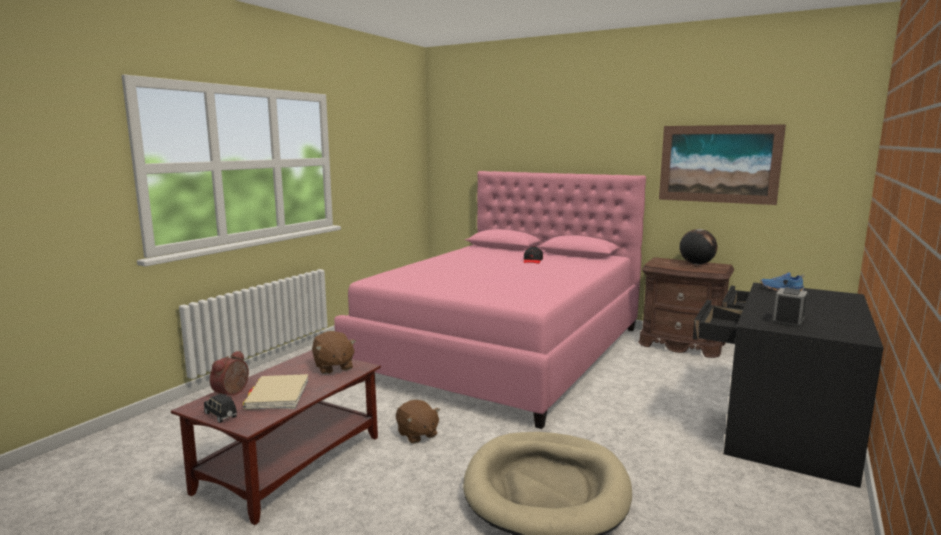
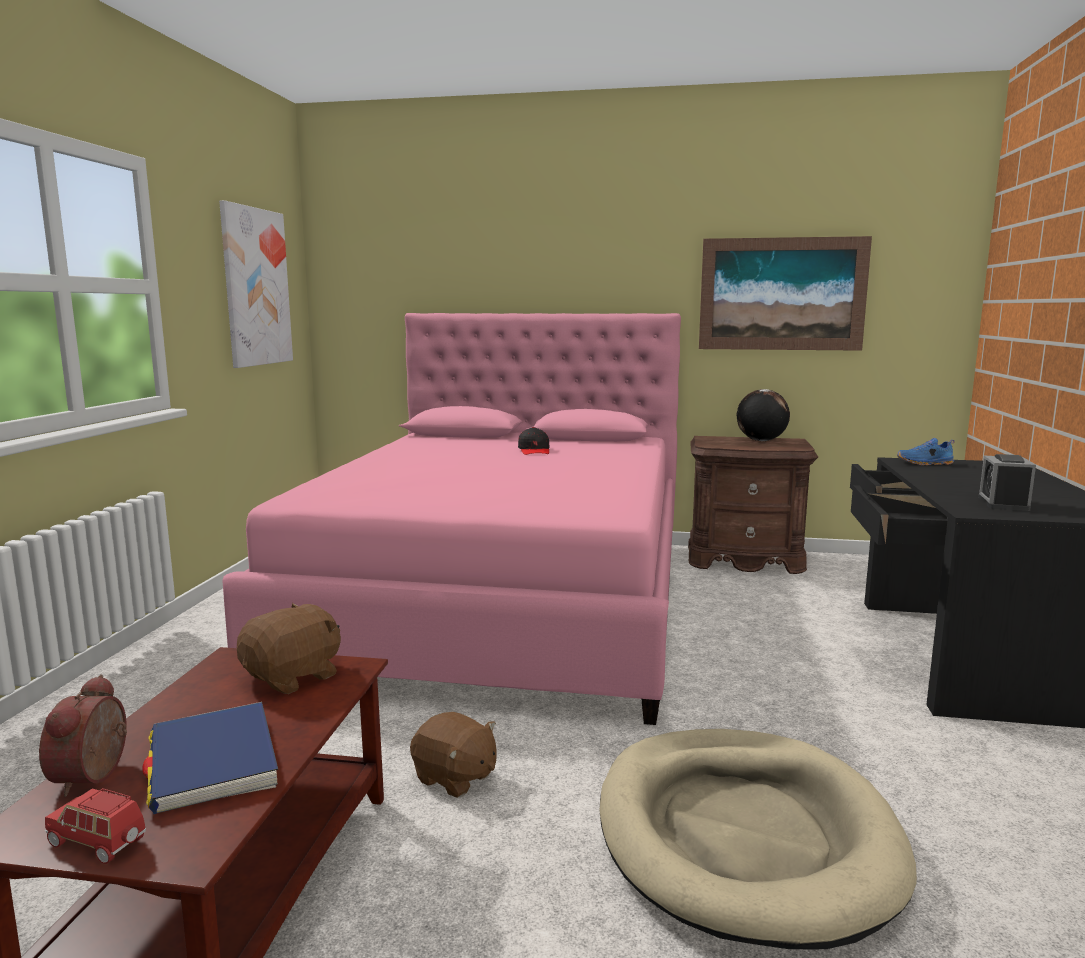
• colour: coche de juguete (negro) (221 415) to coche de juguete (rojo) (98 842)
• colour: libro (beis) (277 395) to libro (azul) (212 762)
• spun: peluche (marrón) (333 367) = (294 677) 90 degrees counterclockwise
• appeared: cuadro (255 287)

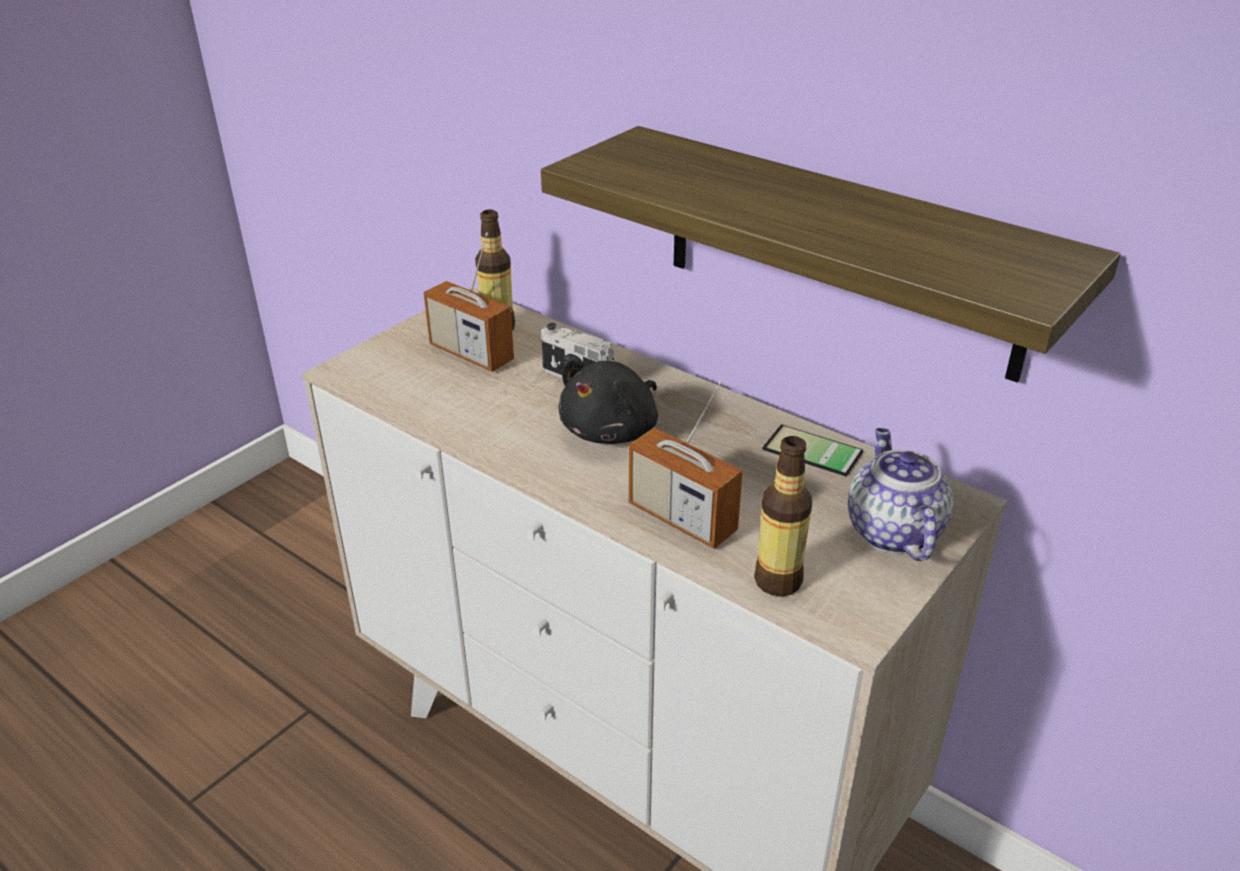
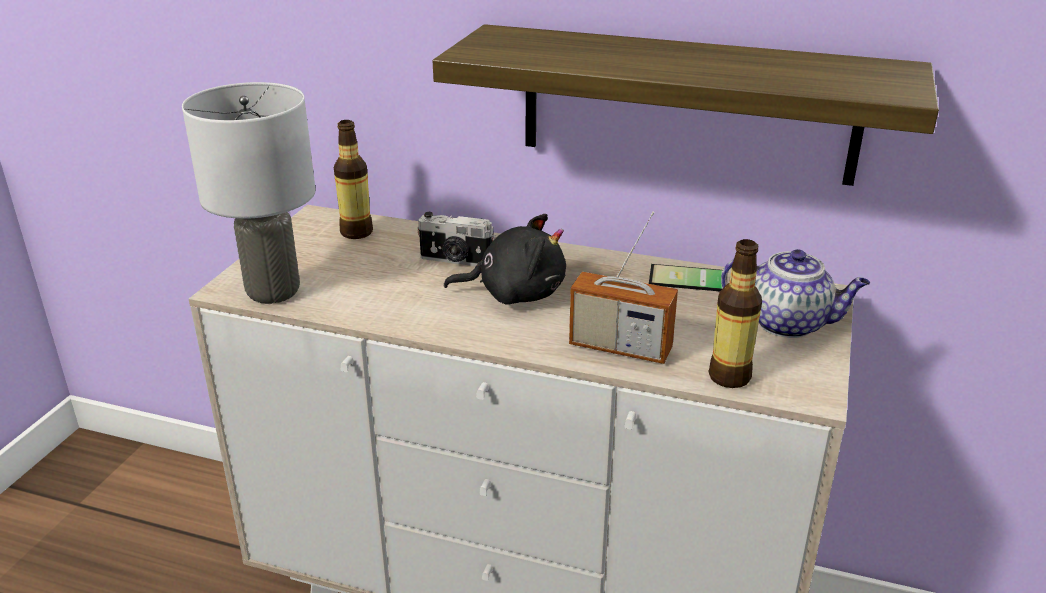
• missing: radio (471 353)
• spun: peluche (negro) (612 431) = (515 293) 105 degrees counterclockwise
• spun: tetera (891 531) = (788 323) 135 degrees clockwise
• appeared: lámpara de mesa (blanco) (272 294)

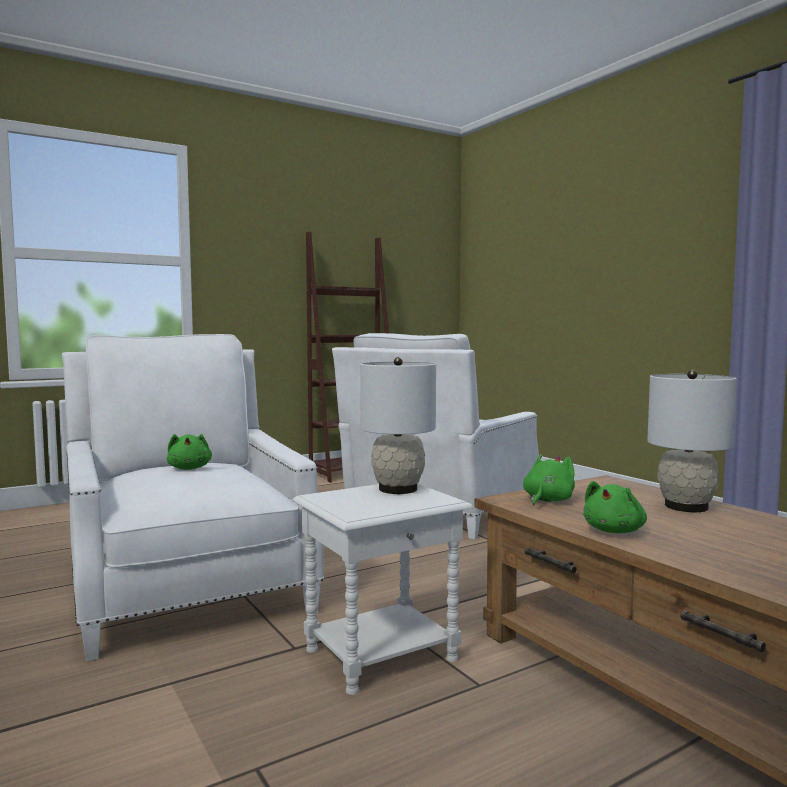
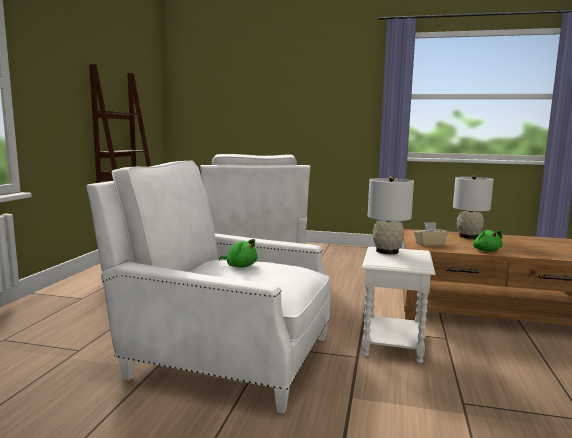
• exchanged: peluche (verde) (547 500) to caja de pañuelos (beis) (429 244)

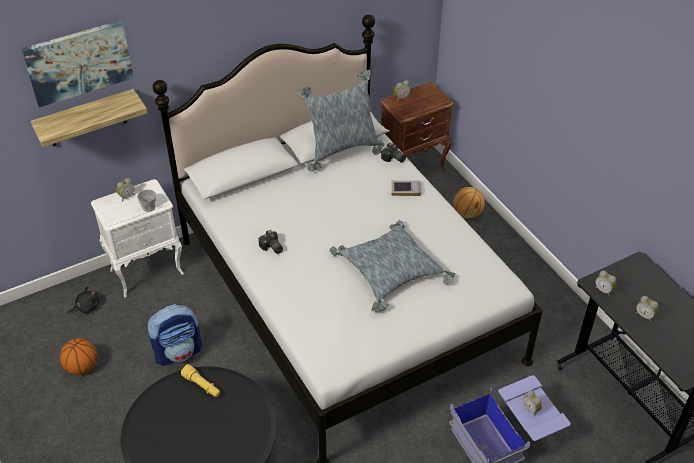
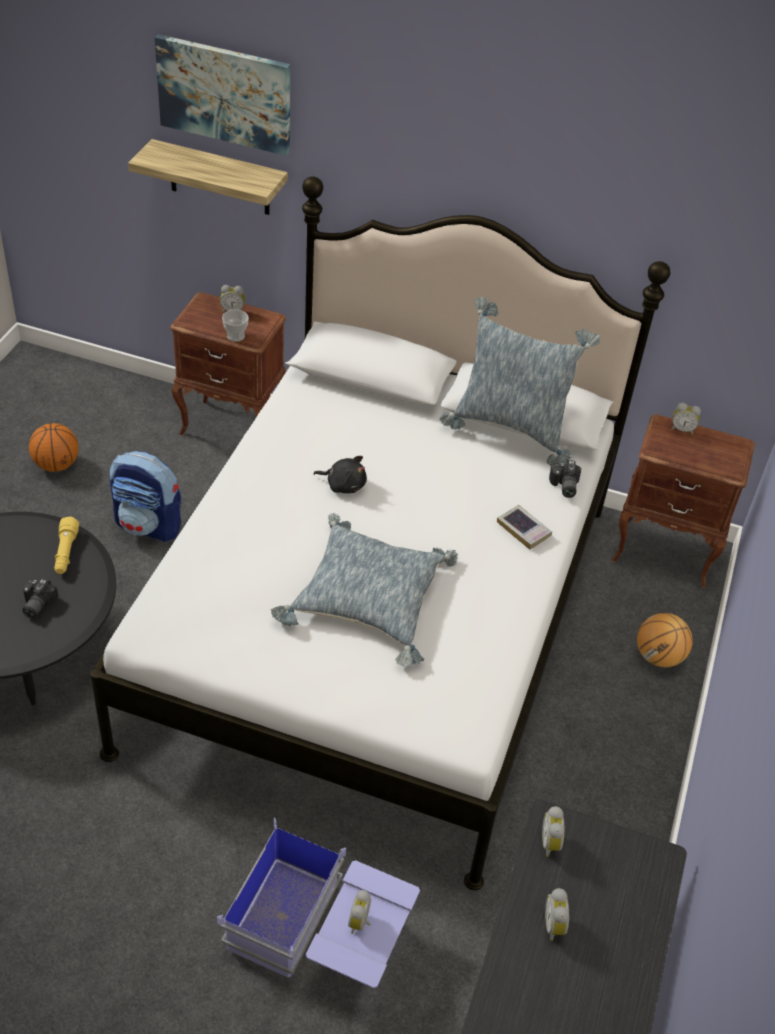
• relocated: peluche (negro) (86 307) to (343 485)
• colour: mesita de noche (blanco) (147 272) to mesita de noche (marrón) (232 428)
• relocated: cámara (271 248) to (35 605)

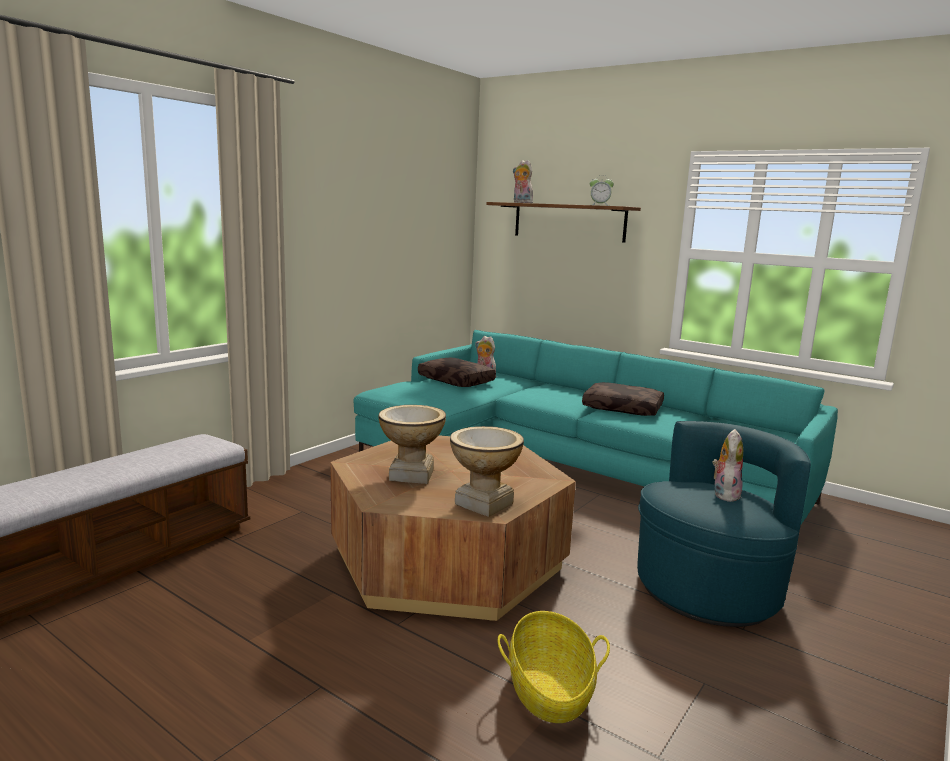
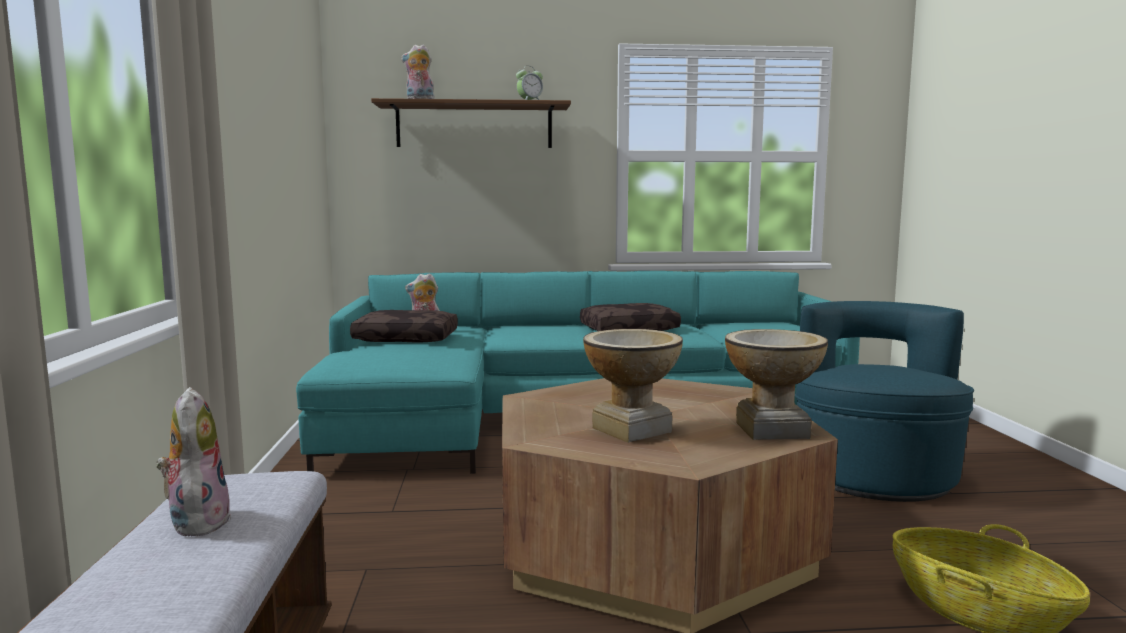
• relocated: peluche (724 494) to (197 522)

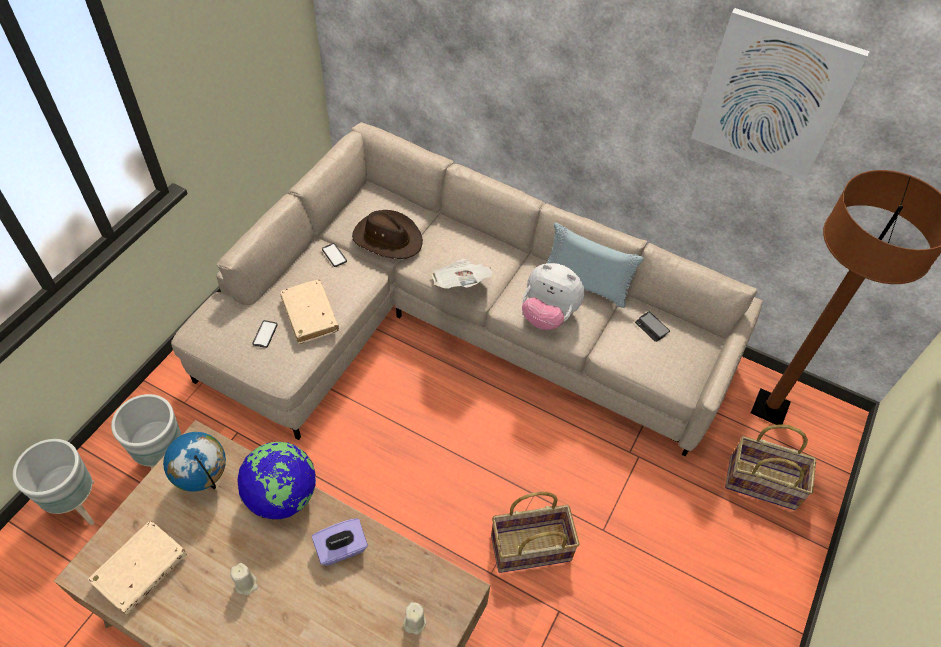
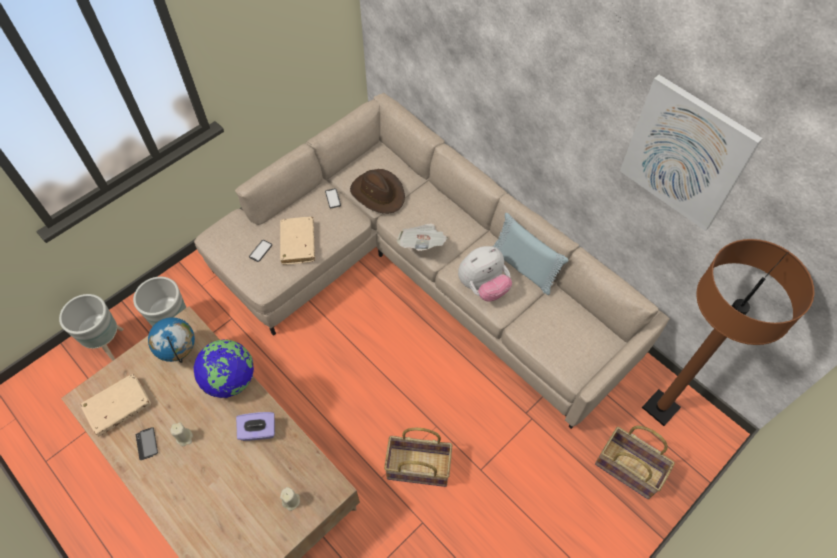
• spun: peluche (548 315) = (483 286) 75 degrees counterclockwise
• relocated: móvil (652 327) to (147 444)

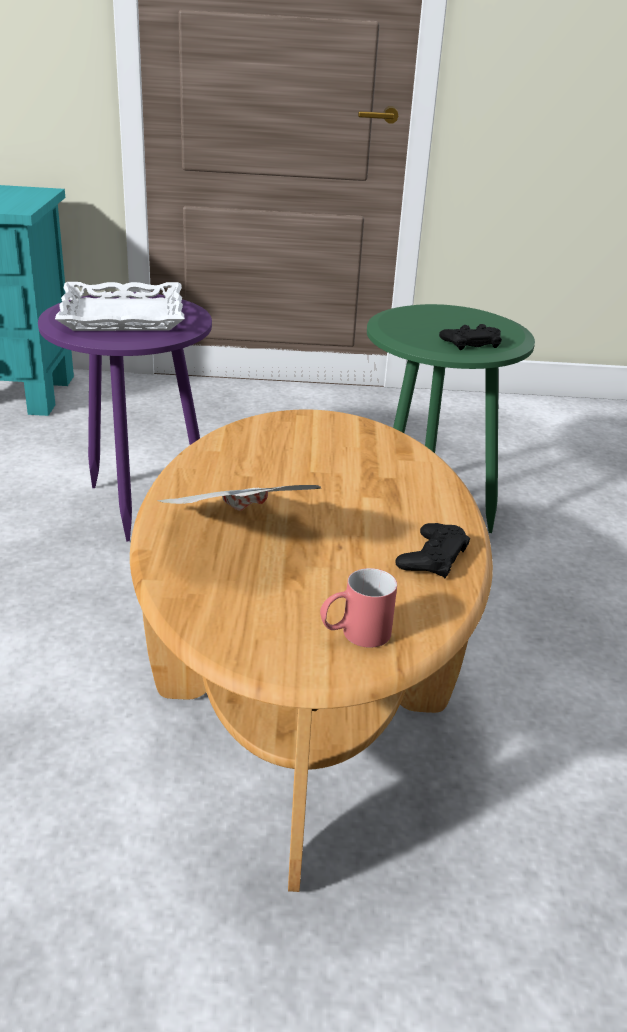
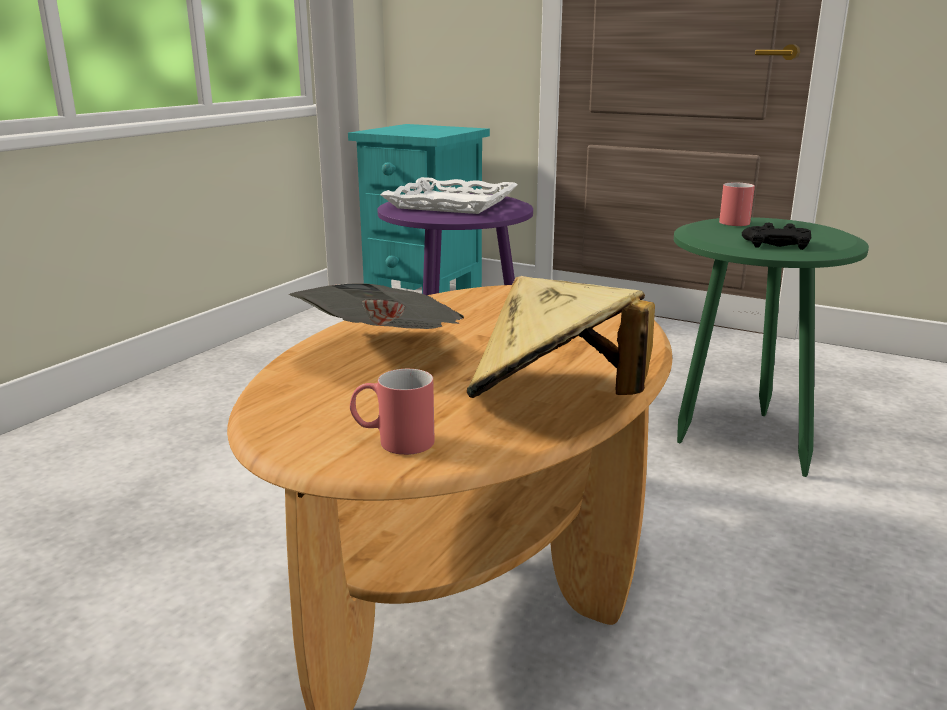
• exchanged: mando de consola (negro) (432 557) to sombrero (beis) (553 402)
• appeared: taza grande (rojo) (731 221)

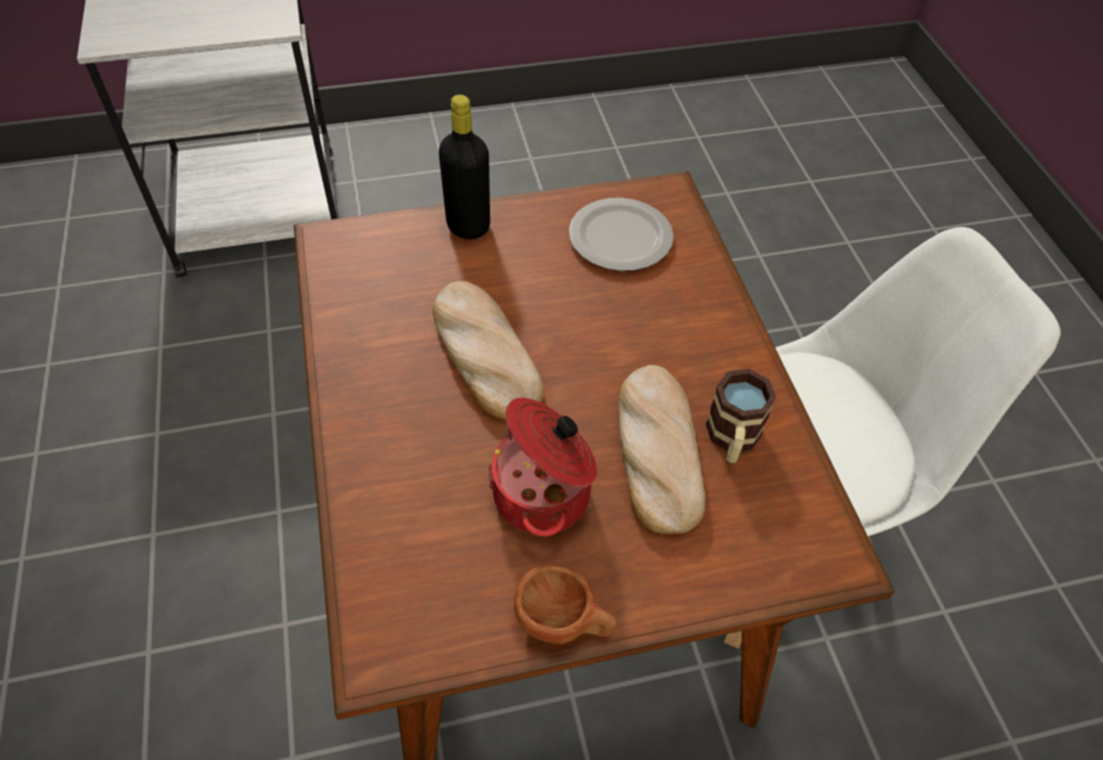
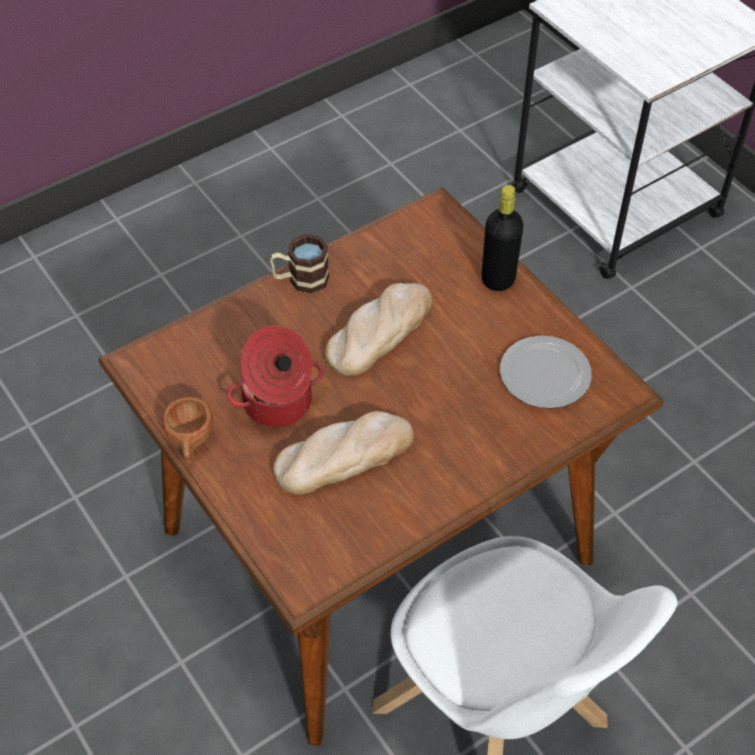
• relocated: taza grande (732 439) to (300 279)

